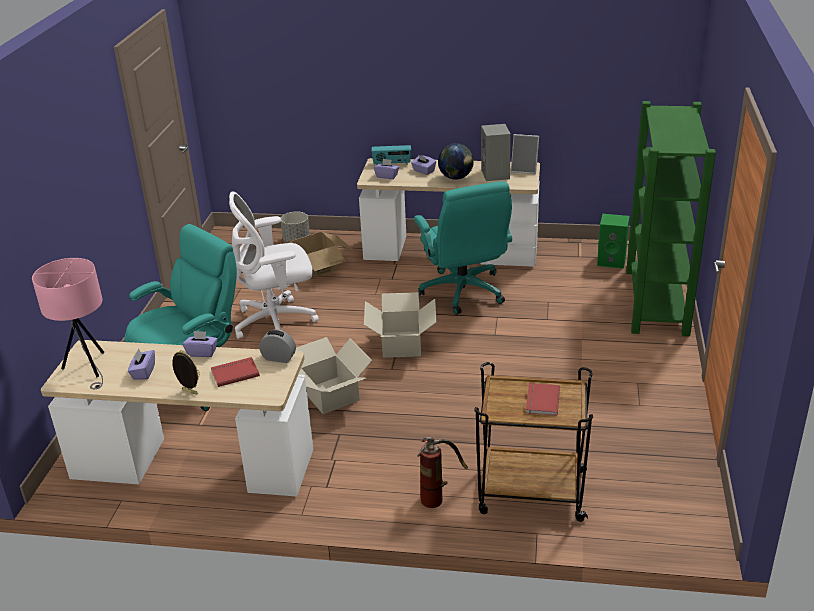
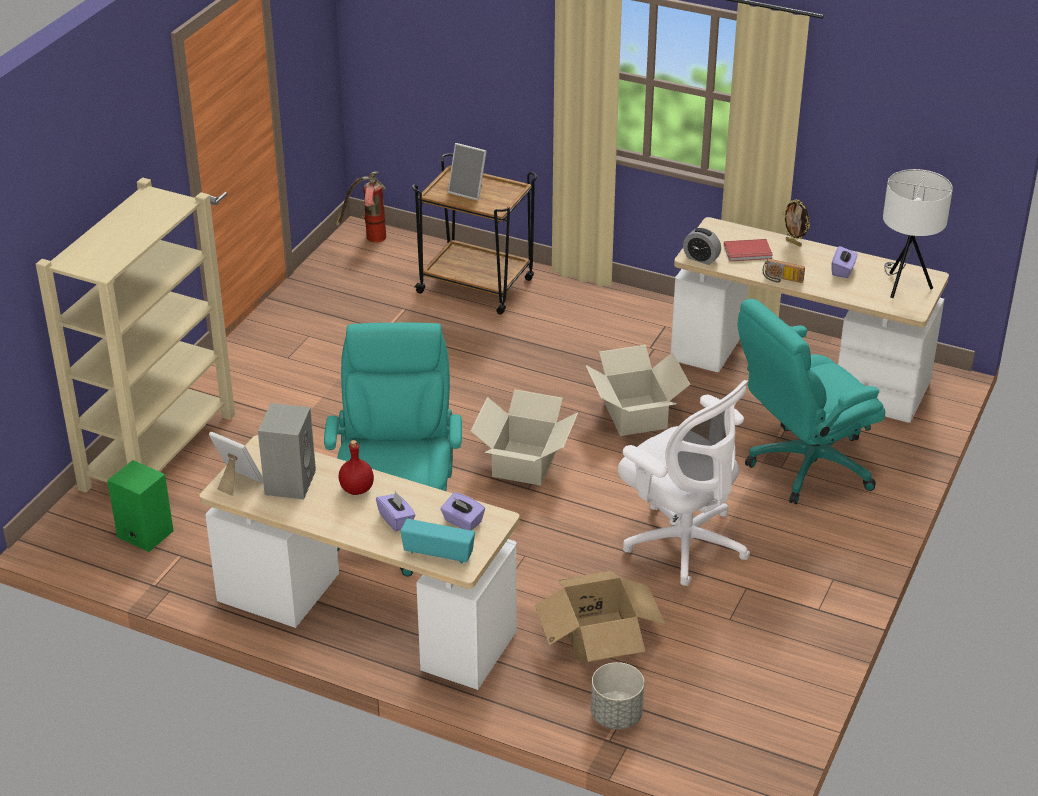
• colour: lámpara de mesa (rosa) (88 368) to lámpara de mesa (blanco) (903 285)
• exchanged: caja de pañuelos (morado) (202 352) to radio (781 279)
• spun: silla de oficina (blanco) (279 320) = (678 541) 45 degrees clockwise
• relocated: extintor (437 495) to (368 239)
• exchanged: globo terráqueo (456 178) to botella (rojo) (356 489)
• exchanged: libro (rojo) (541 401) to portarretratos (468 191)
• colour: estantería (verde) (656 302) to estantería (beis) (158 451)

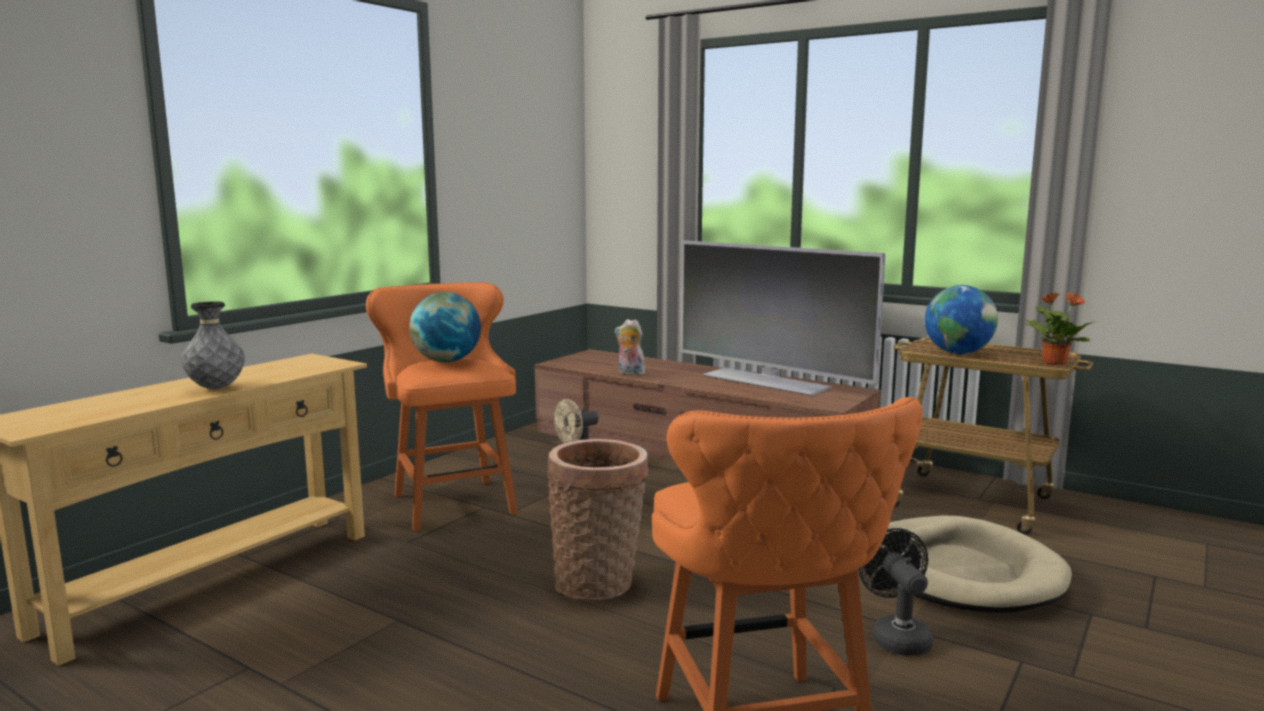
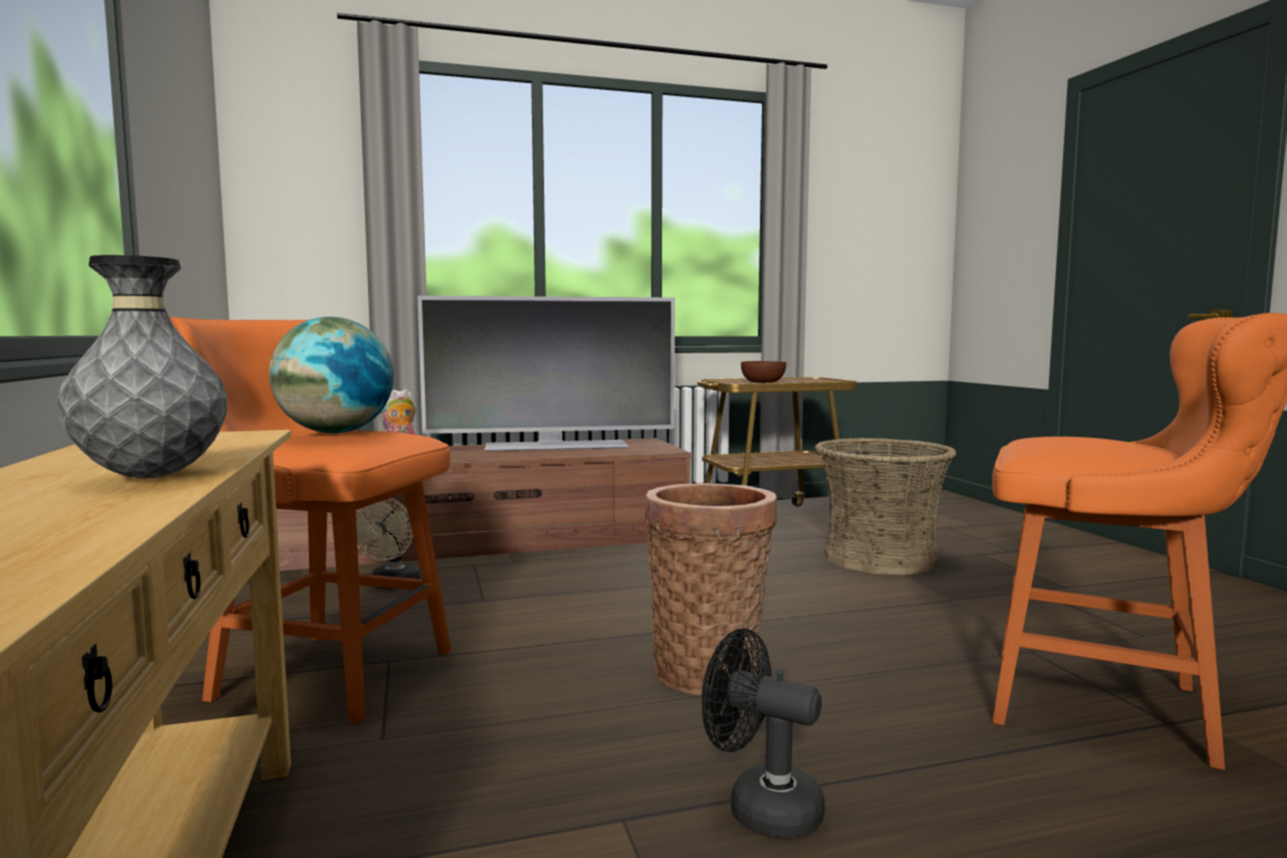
• relocated: ventilador (negro) (896 636) to (760 806)
• exchanged: cama para perro (beis) (959 572) to cesta (879 558)
• exchanged: globo terráqueo (958 353) to cuenco (marrón) (763 382)
• missing: planta en maceta (1053 363)

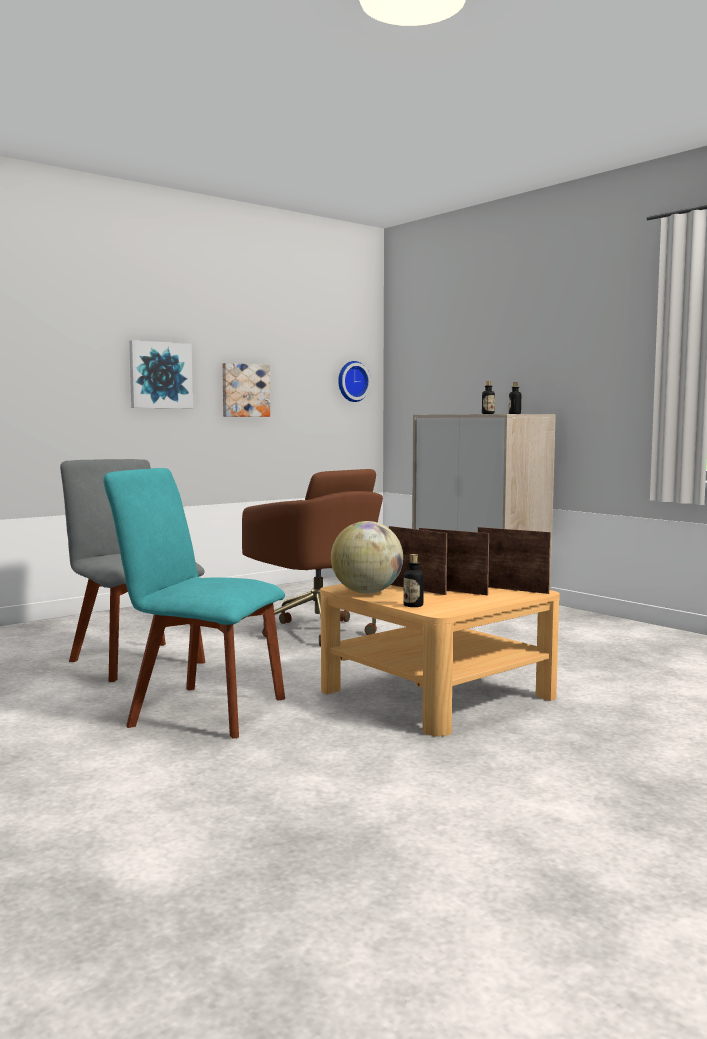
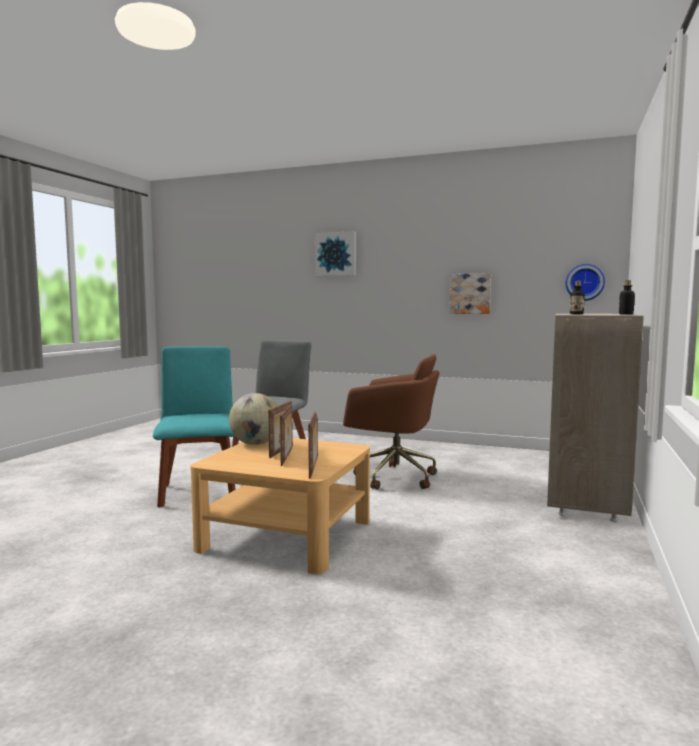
• relocated: cuadro (160 375) to (335 254)
• spun: silla de oficina (marrón) (314 631) = (391 478) 90 degrees counterclockwise
• missing: botella (413 605)

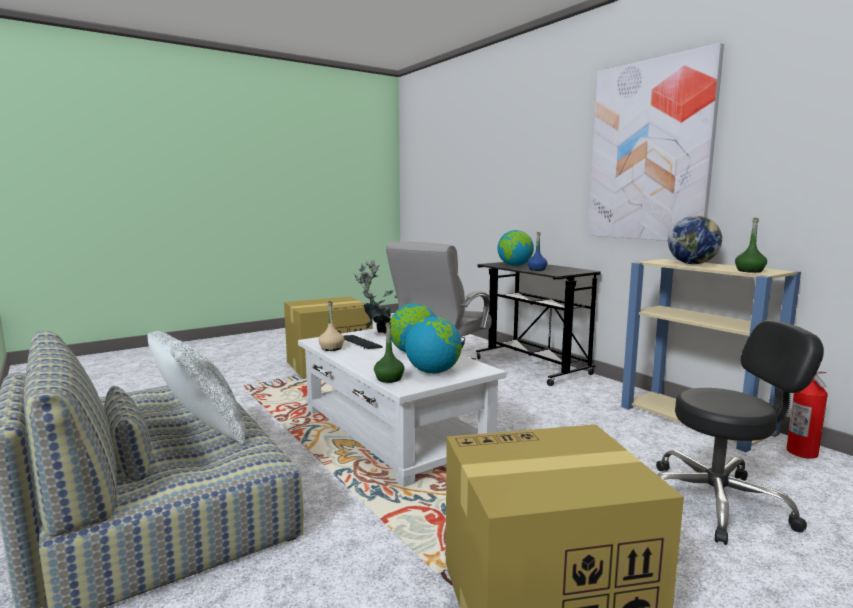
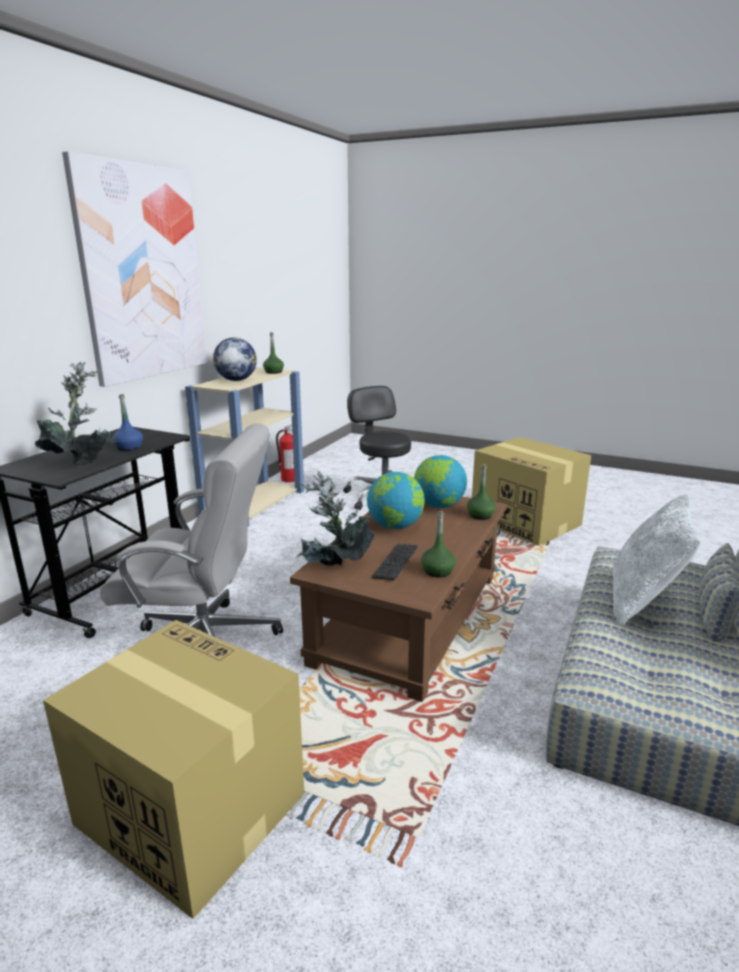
• colour: mesa de centro (blanco) (392 431) to mesa de centro (marrón) (408 618)
• colour: botella (beis) (331 348) to botella (verde) (437 571)
• exchanged: globo terráqueo (514 266) to planta en maceta (82 462)

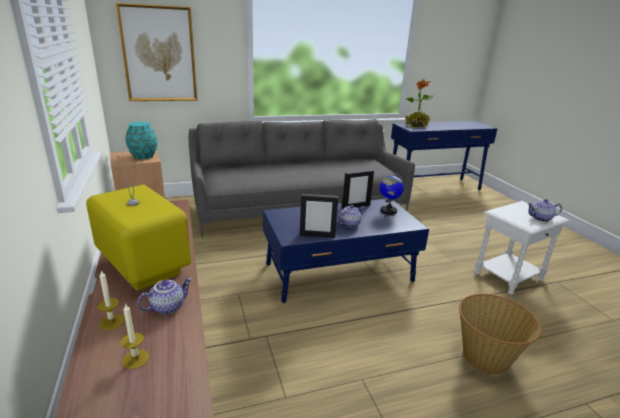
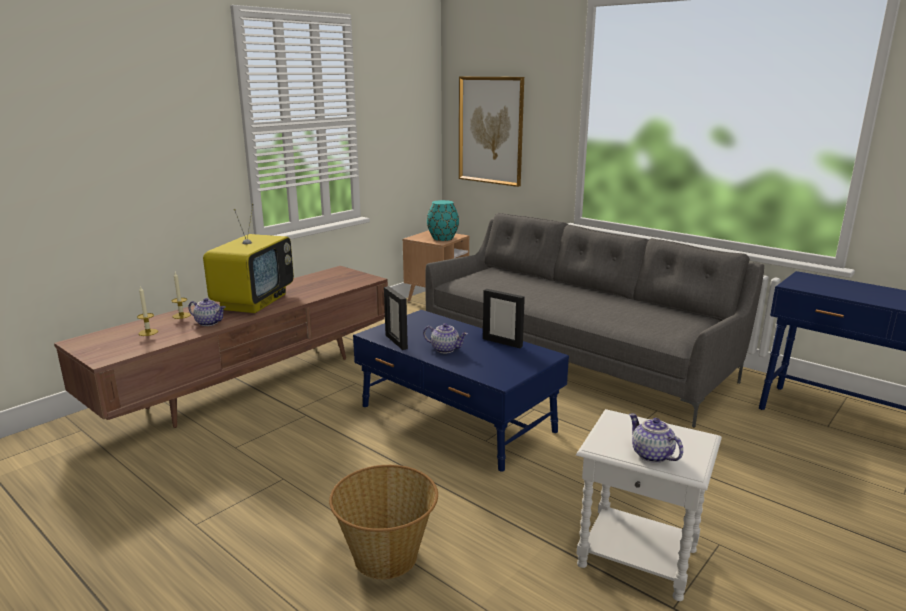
• missing: globo terráqueo (388 211)
• missing: planta en maceta (416 126)

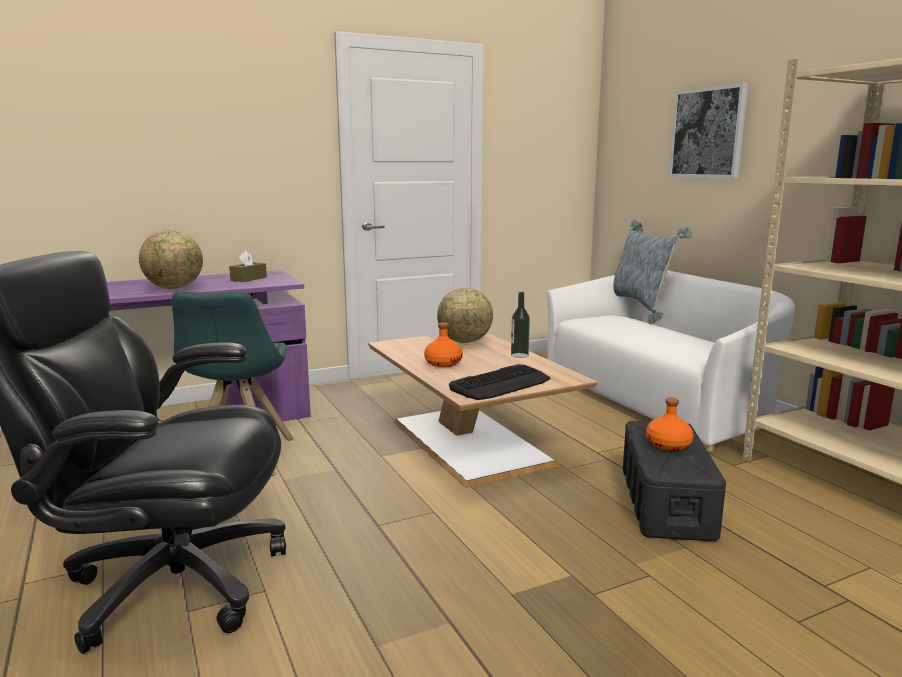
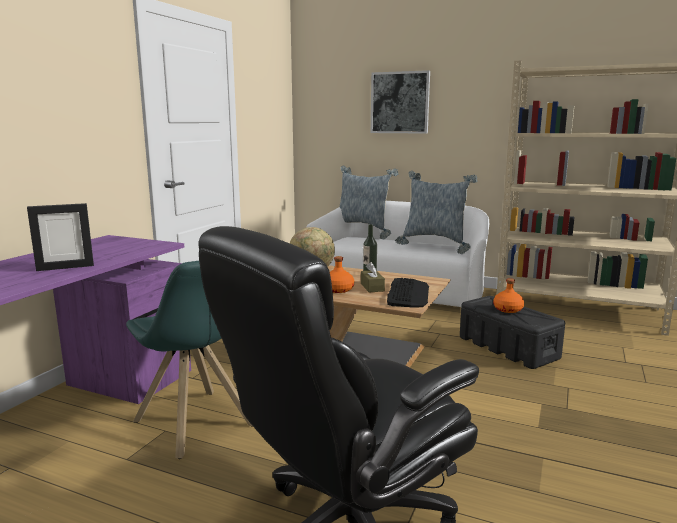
• exchanged: globo terráqueo (174 288) to portarretratos (65 267)
• relocated: caja de pañuelos (marrón) (248 279) to (372 287)
• appeared: cojín (435 248)

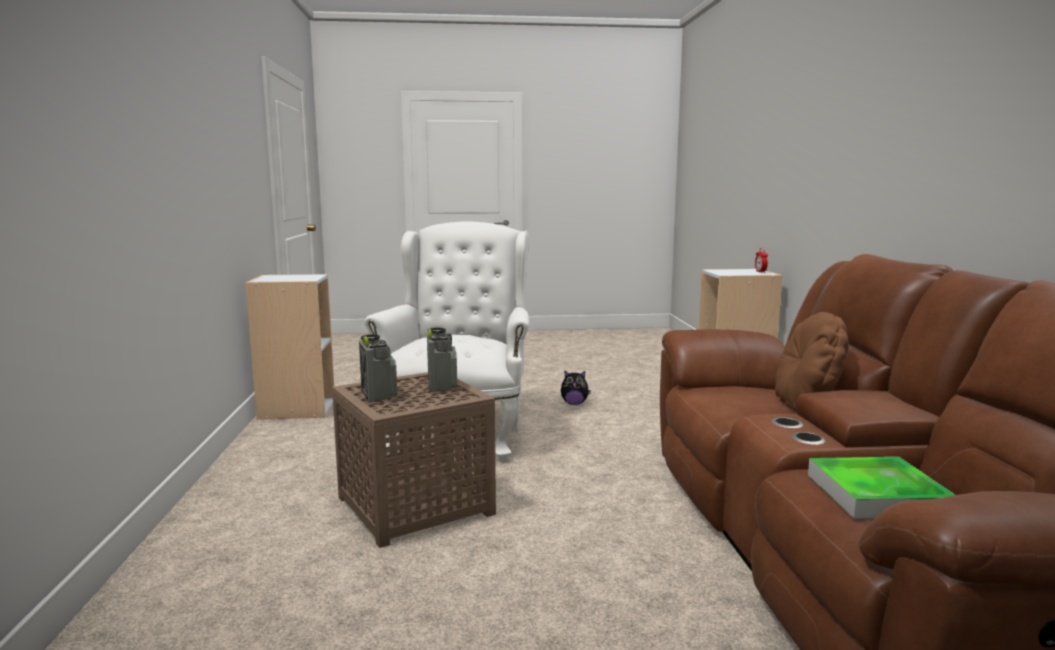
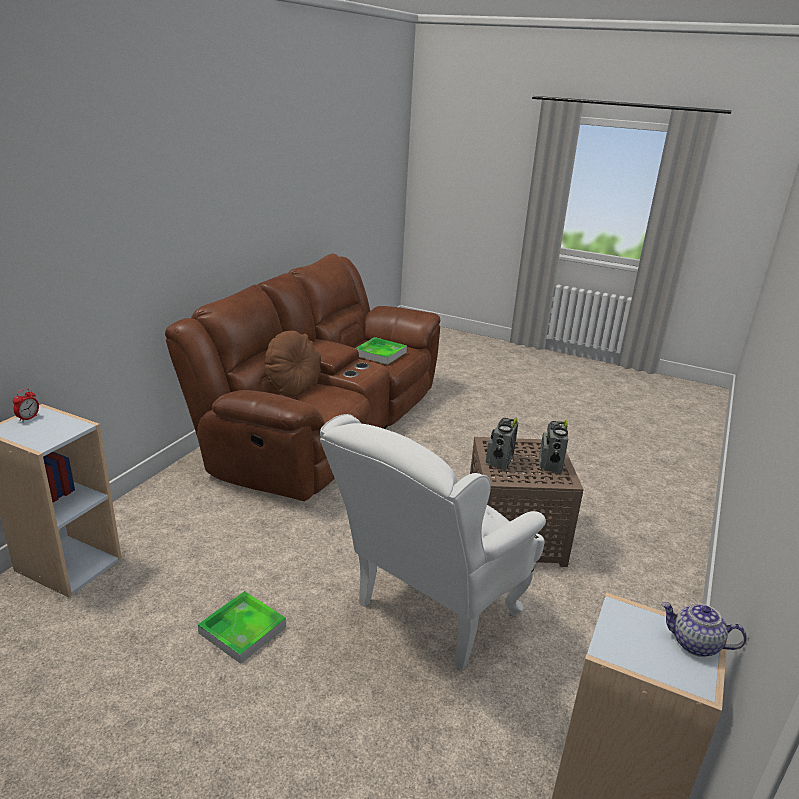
• exchanged: peluche (574 403) to bandeja (242 630)
• appeared: tetera (694 644)

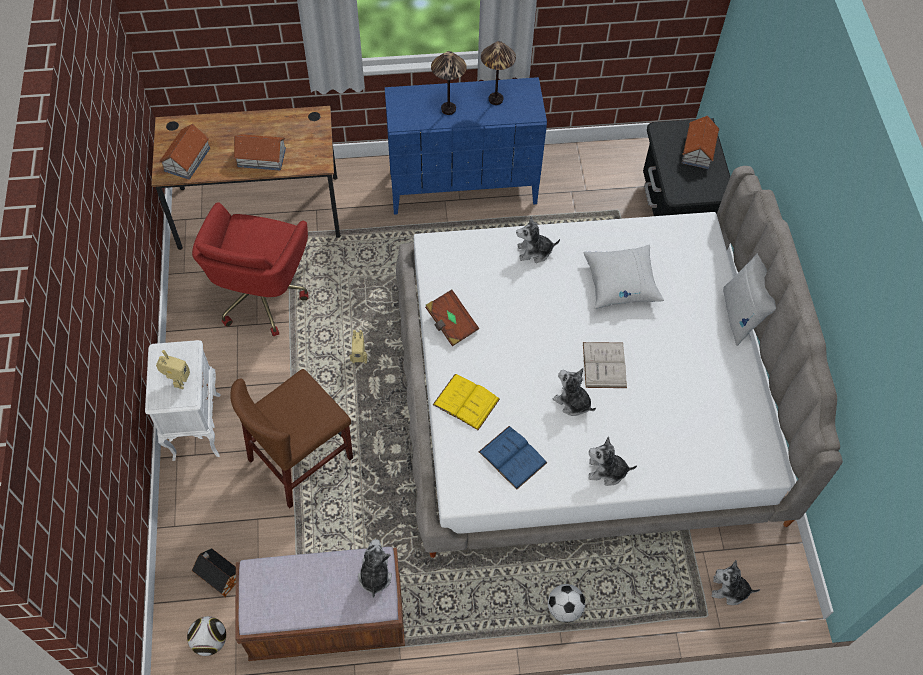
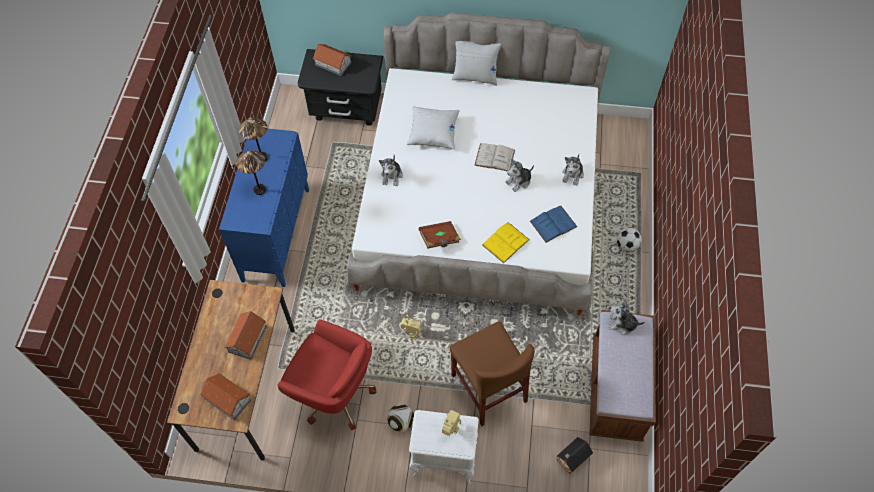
• relocated: balón de fútbol (210 641) to (401 422)
• missing: peluche (729 590)

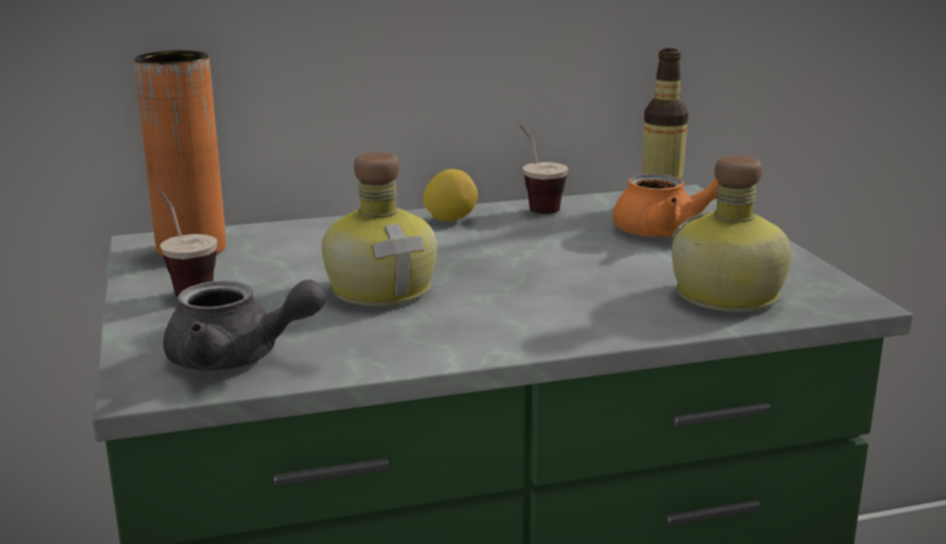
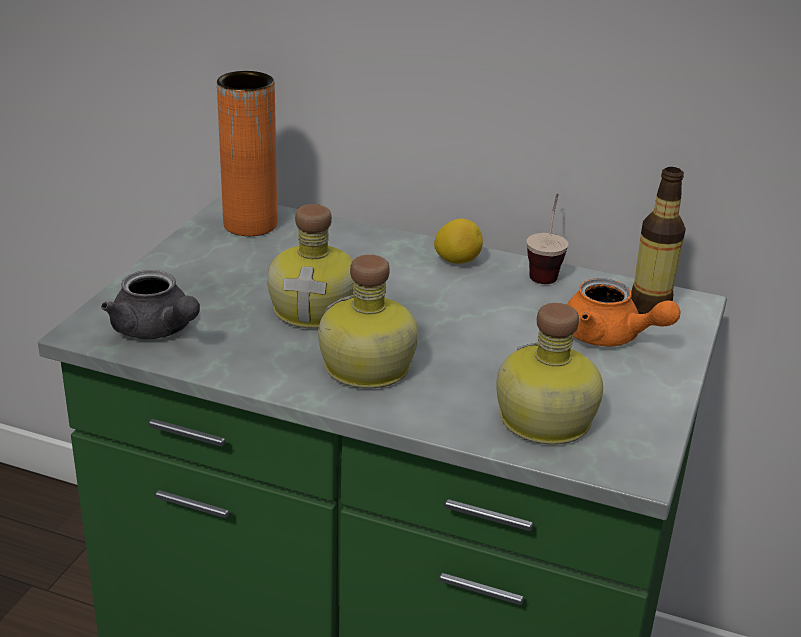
• missing: taza (186 287)
• appeared: botella (366 368)

